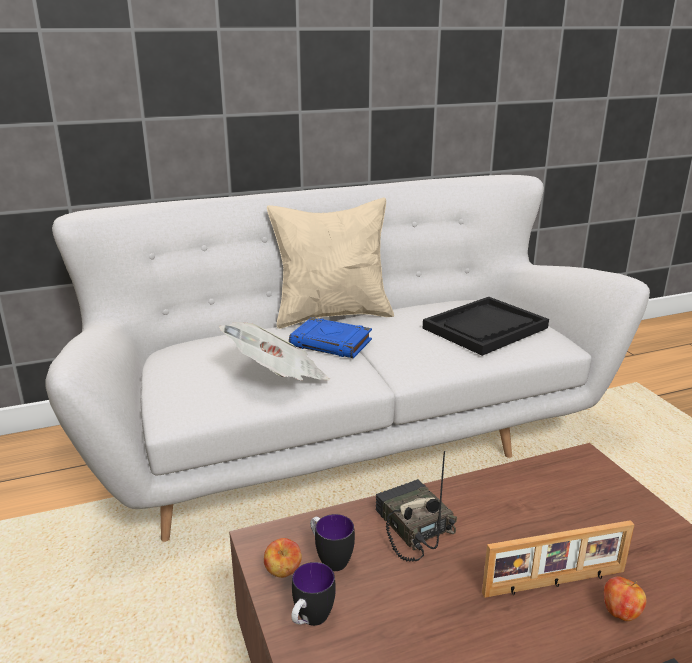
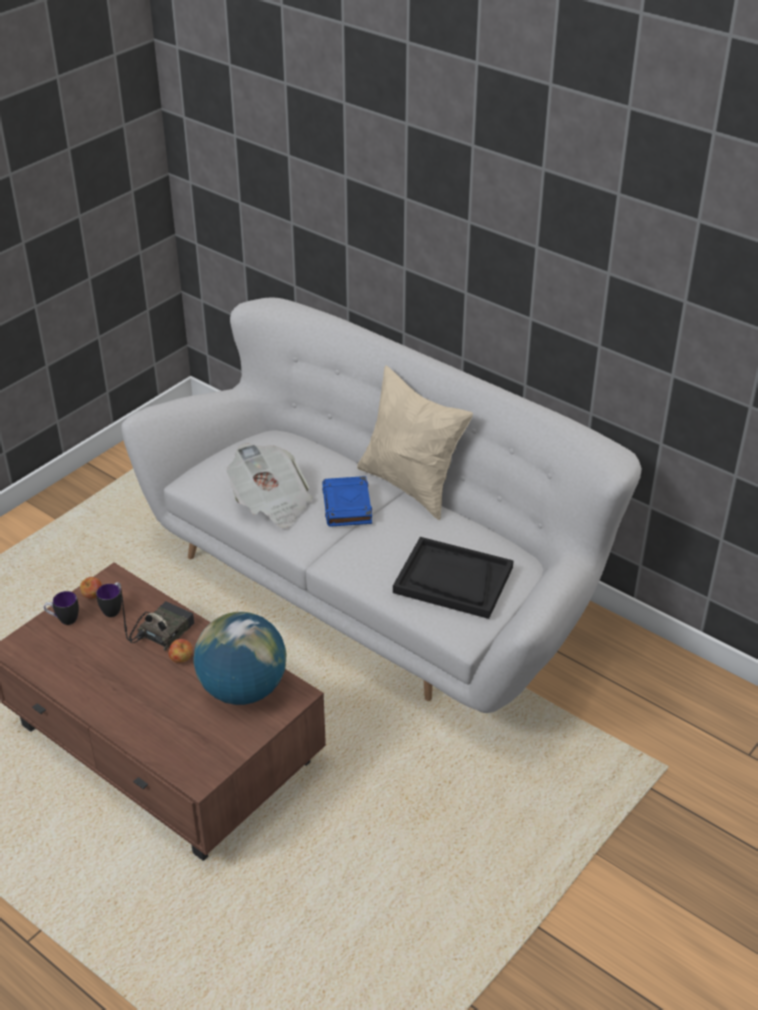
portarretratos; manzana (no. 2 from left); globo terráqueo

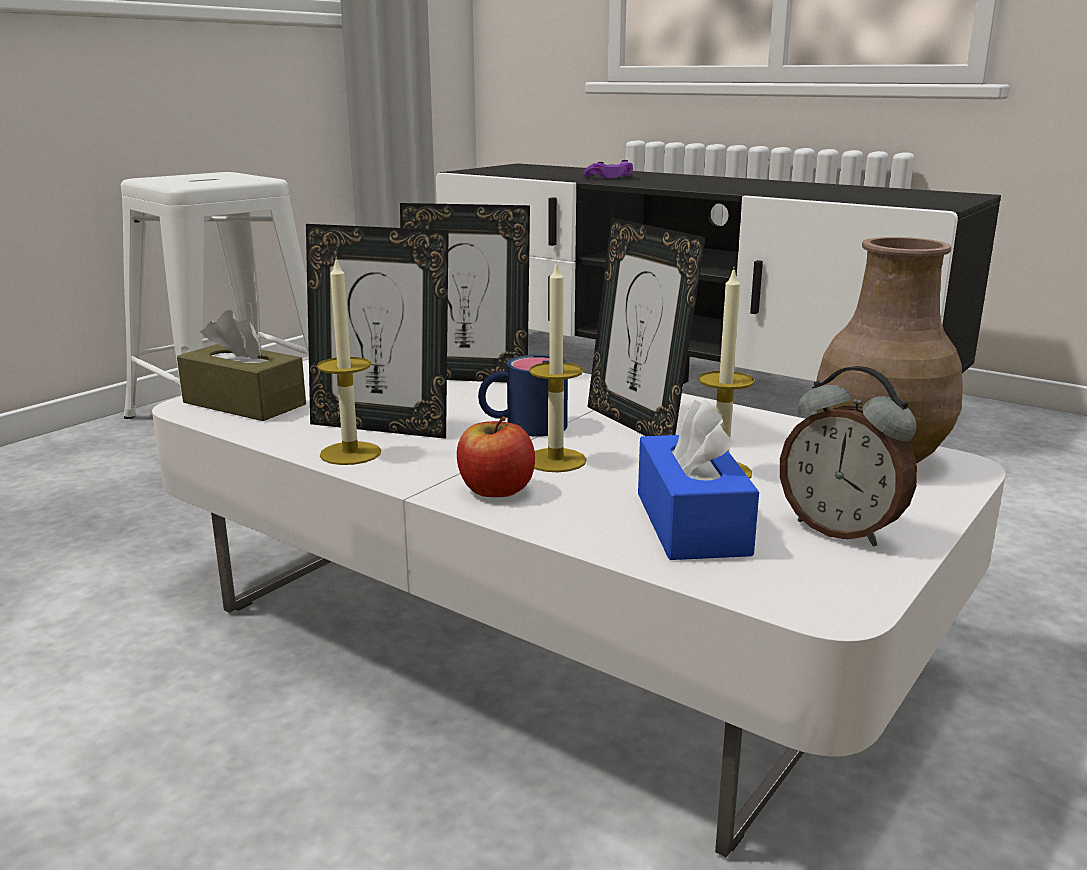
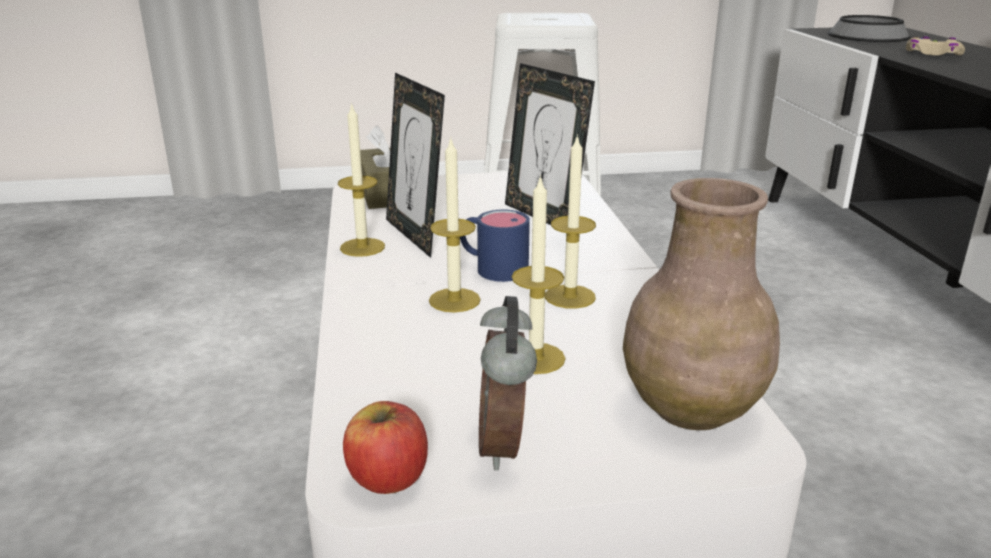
manzana; mando de consola [beis]; vela (no. 4 from left); caja de pañuelos [azul]; cuenco

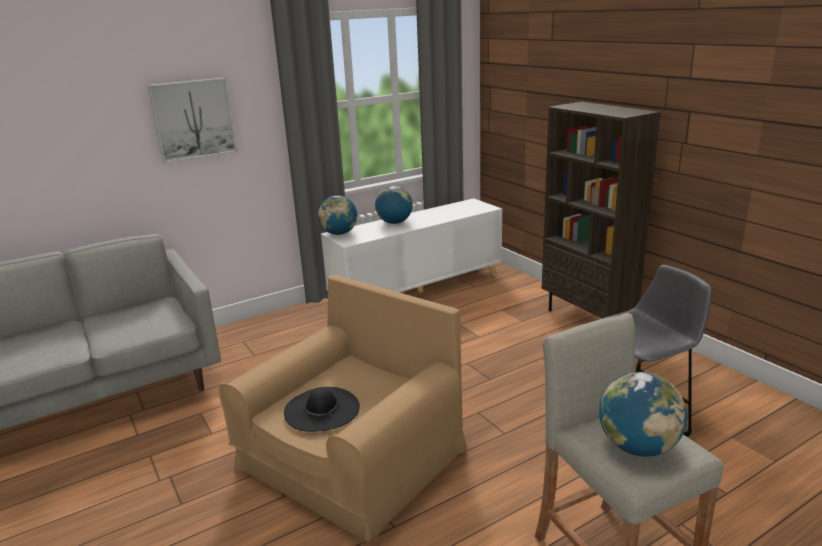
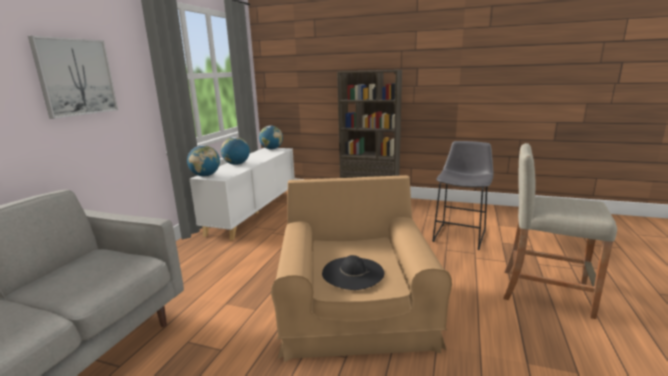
globo terráqueo (no. 3 from left)

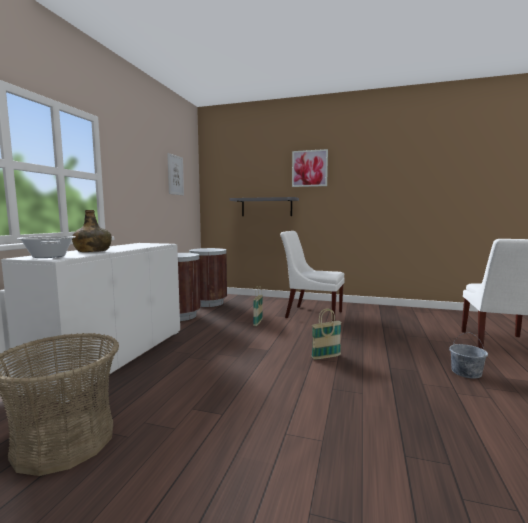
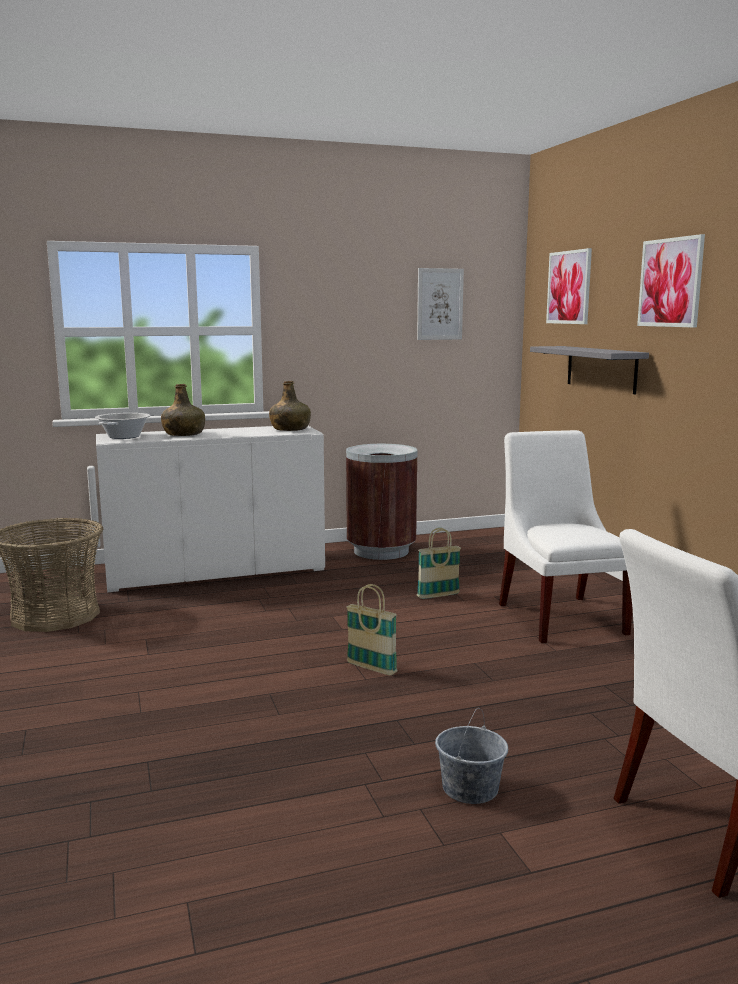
papelera [marrón] (no. 2 from left in the first image); botella [verde] (no. 2 from left); cuadro (no. 2 from left)

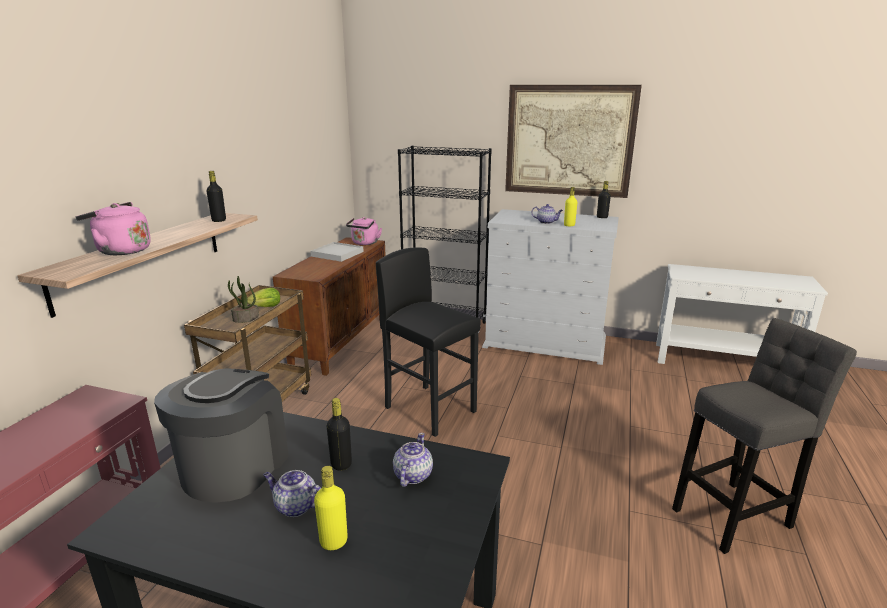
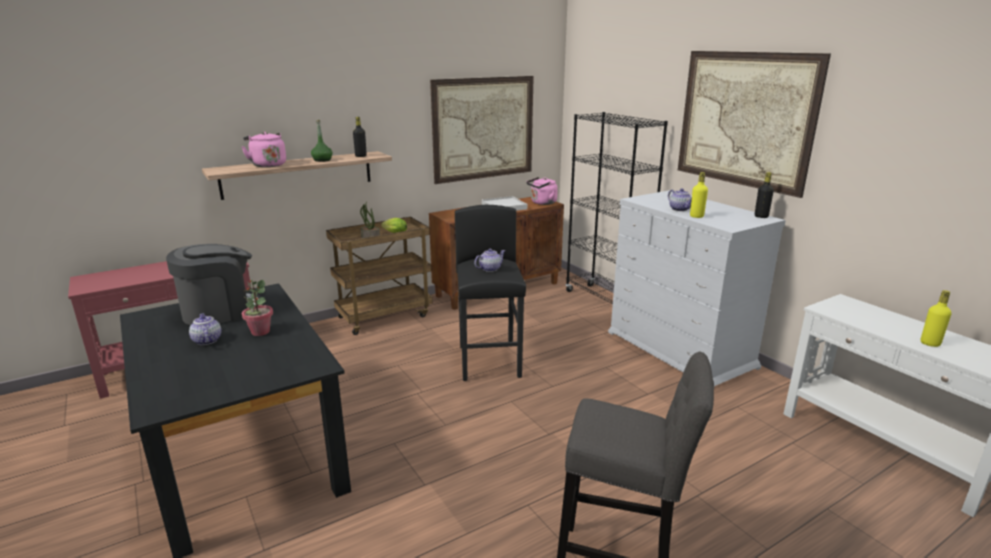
botella [amarillo] (no. 2 from left); planta en maceta (no. 1 from left); tetera (no. 2 from left); botella [verde]; cuadro (no. 1 from left)

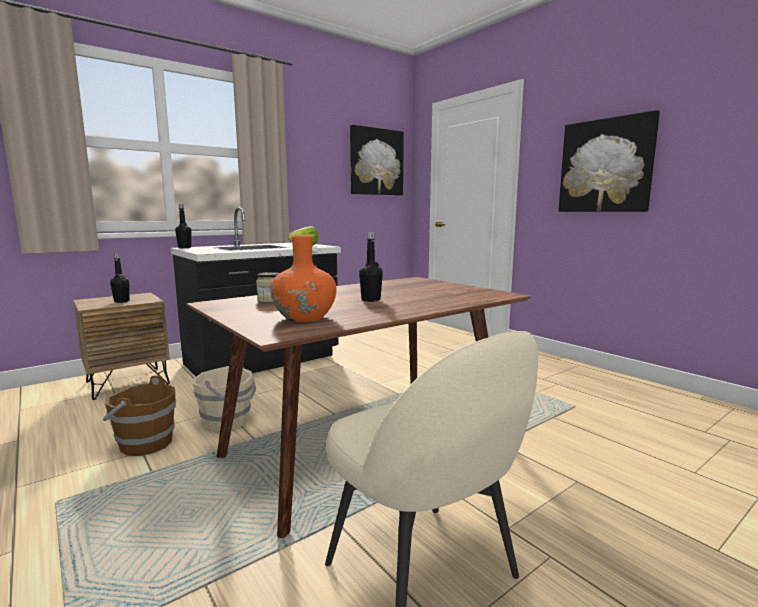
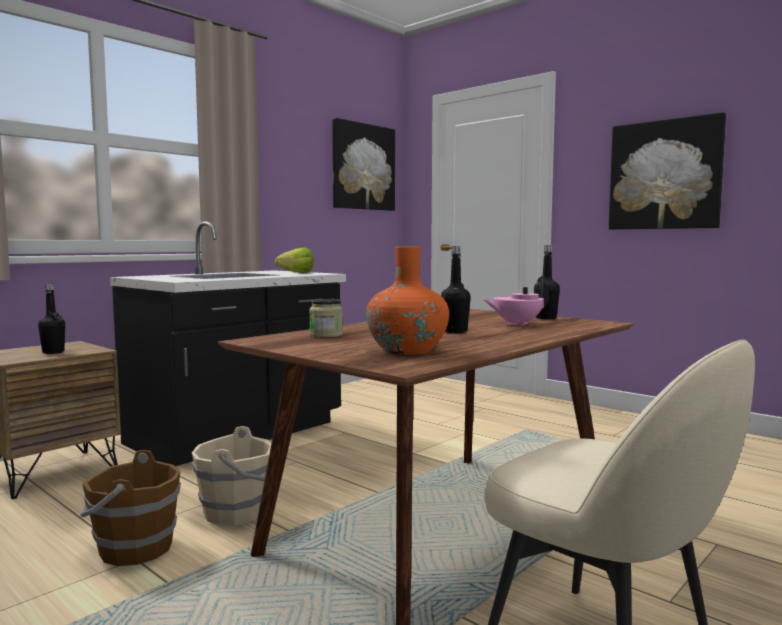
botella [negro] (no. 3 from left); tetera [rosa]

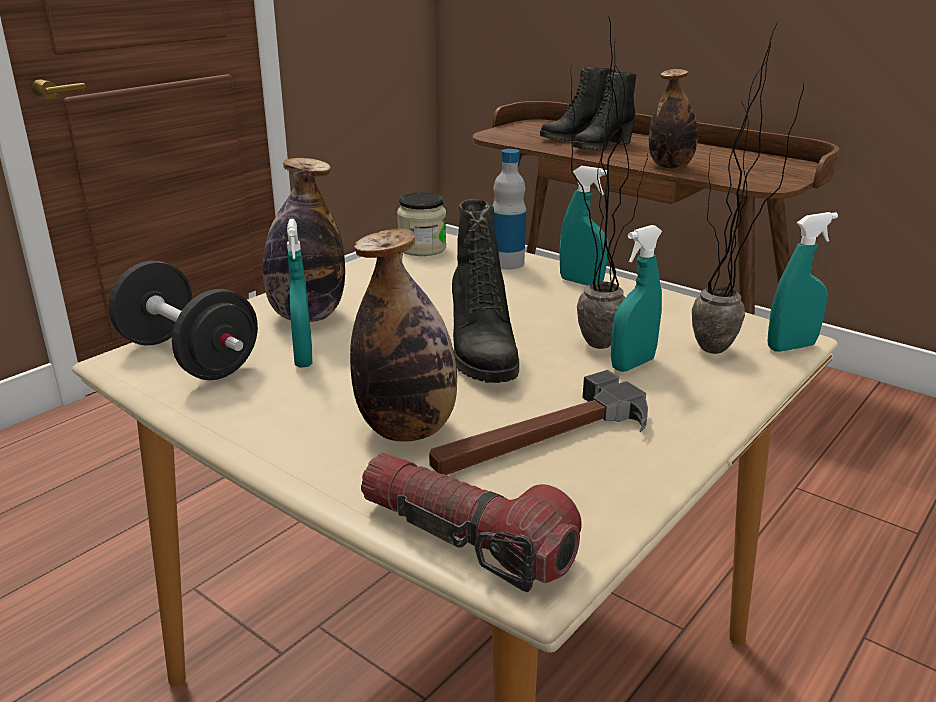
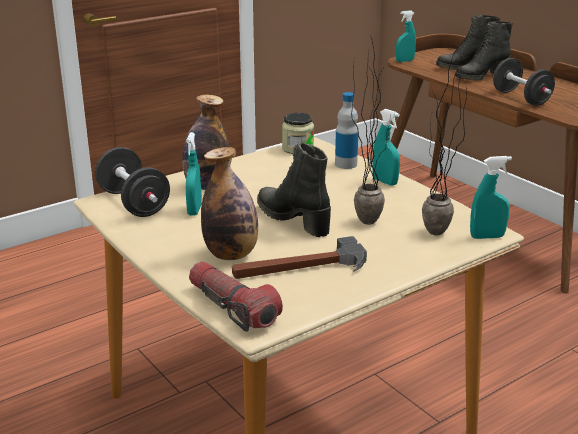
bota [negro] (no. 1 from left); pulverizador [turquesa] (no. 3 from left); mancuerna [negro] (no. 2 from left)

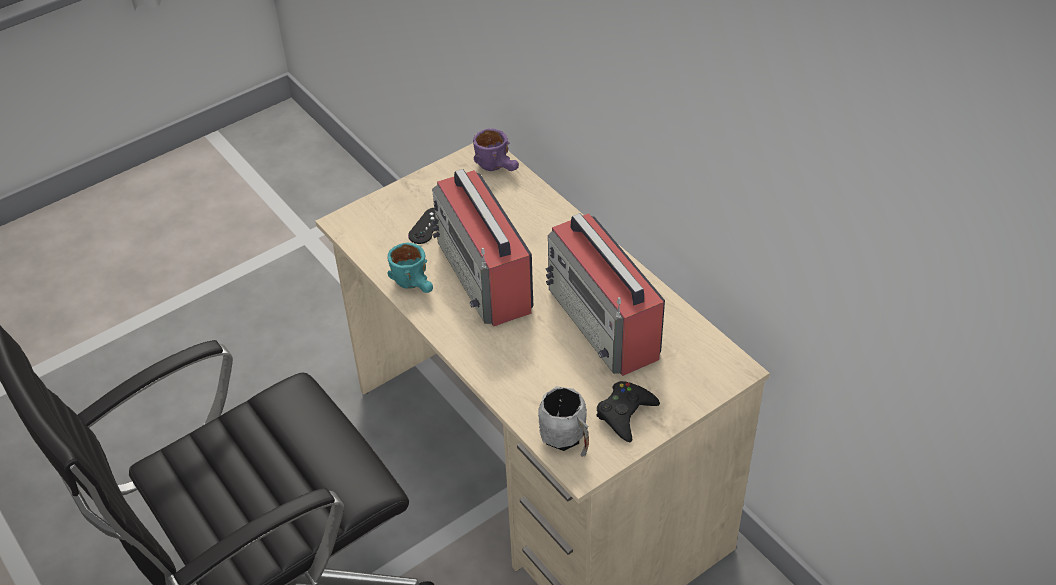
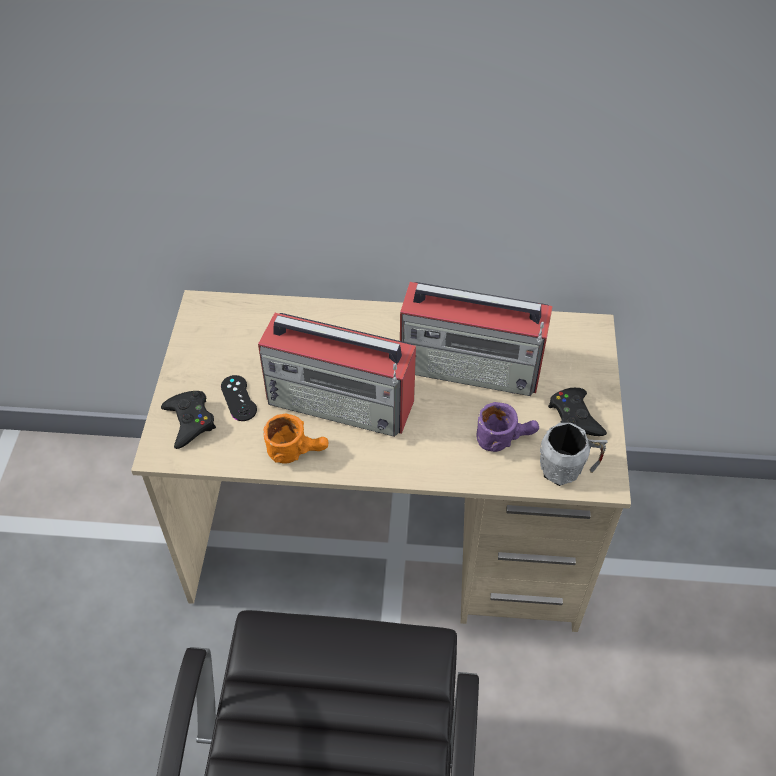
taza grande [naranja]; taza grande [morado]; mando de consola [negro] (no. 1 from left)

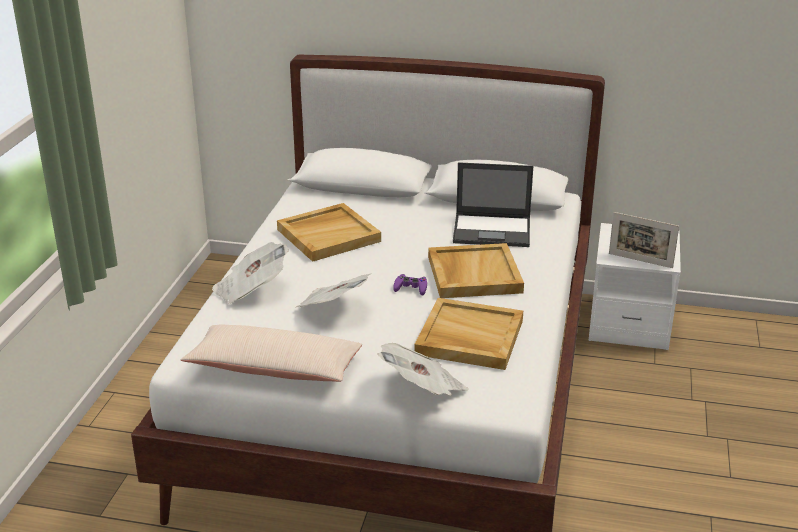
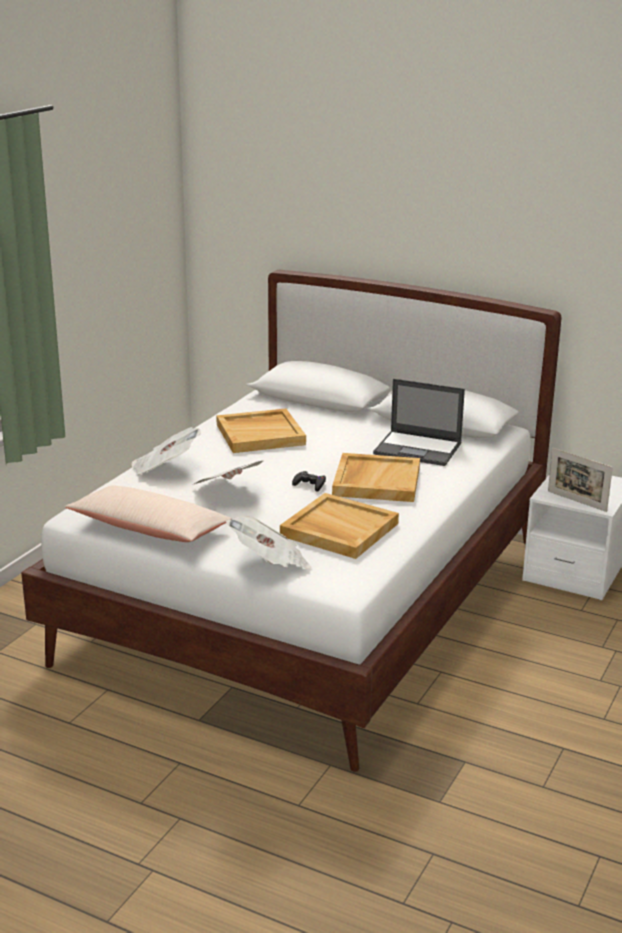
mando de consola [negro]

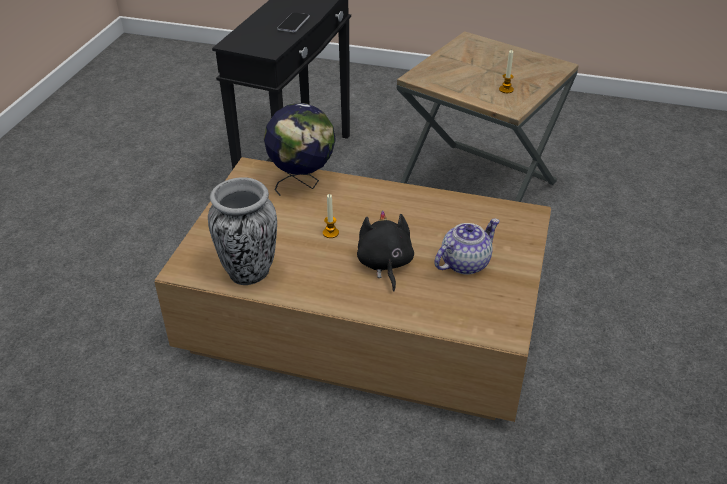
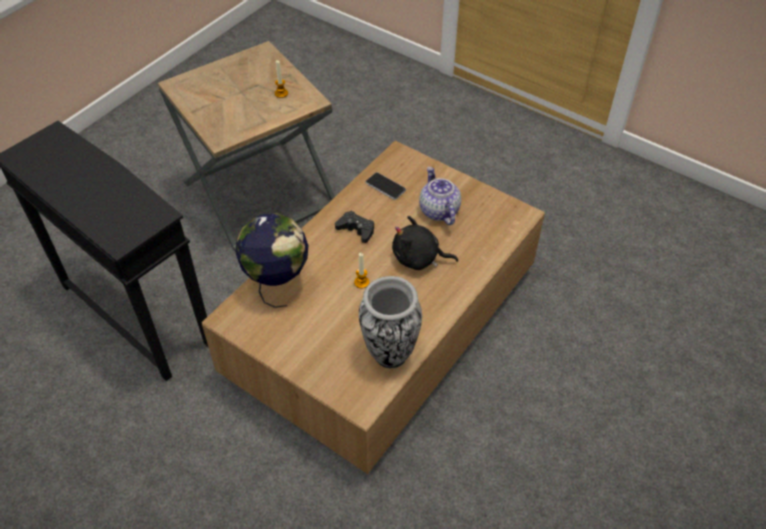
móvil; mando de consola [negro]

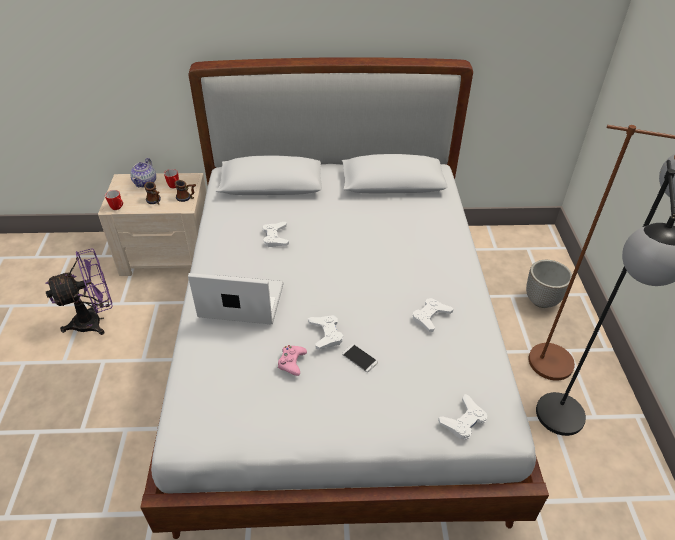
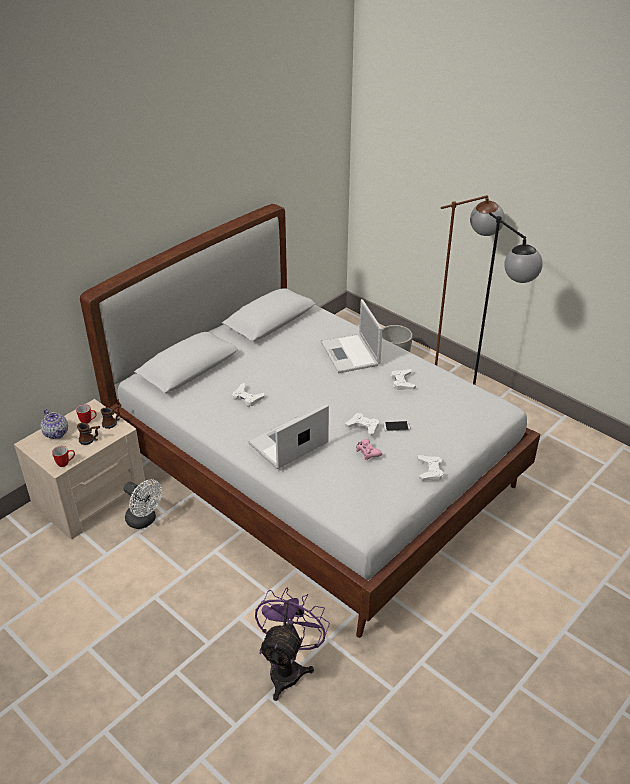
ventilador [morado]; mando de consola [blanco] (no. 4 from left); ventilador [blanco]; portátil (no. 2 from left)

